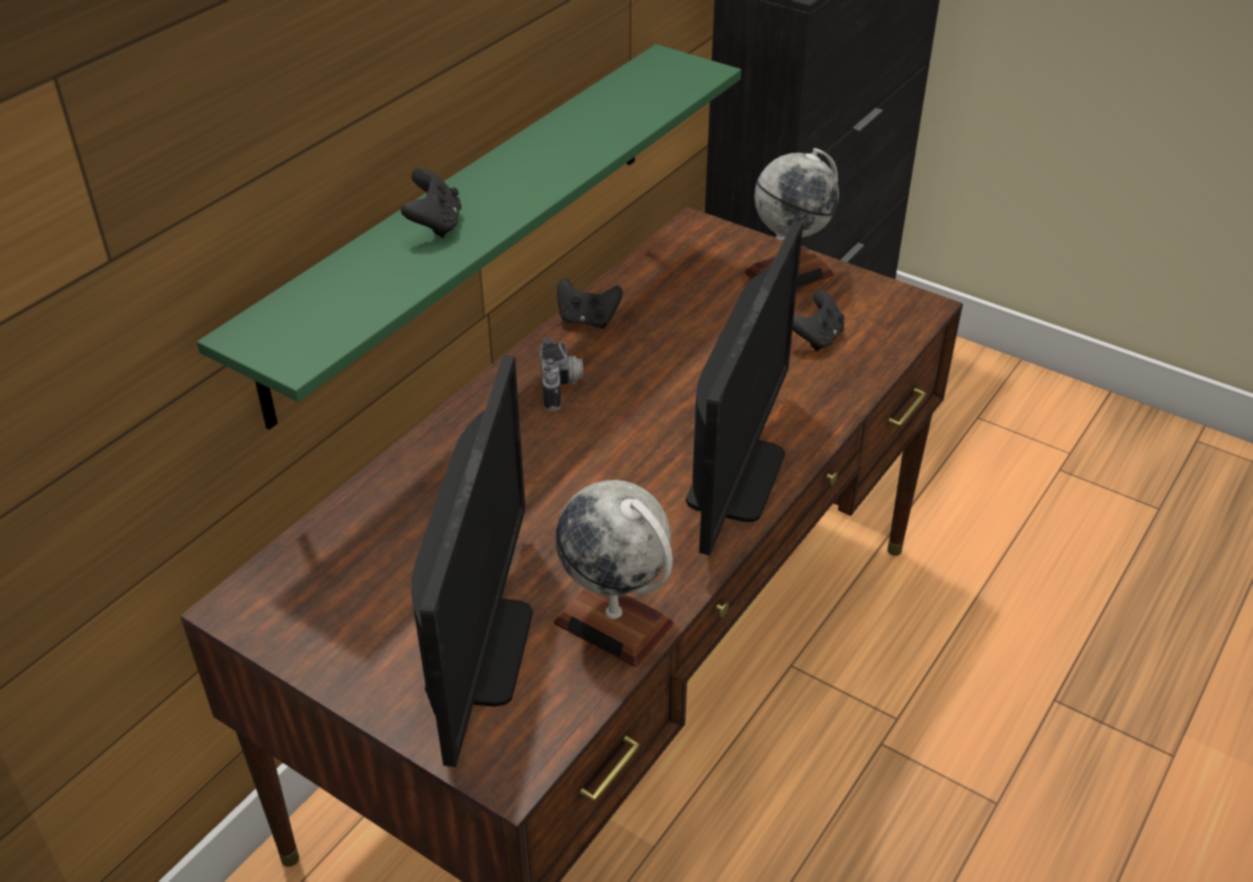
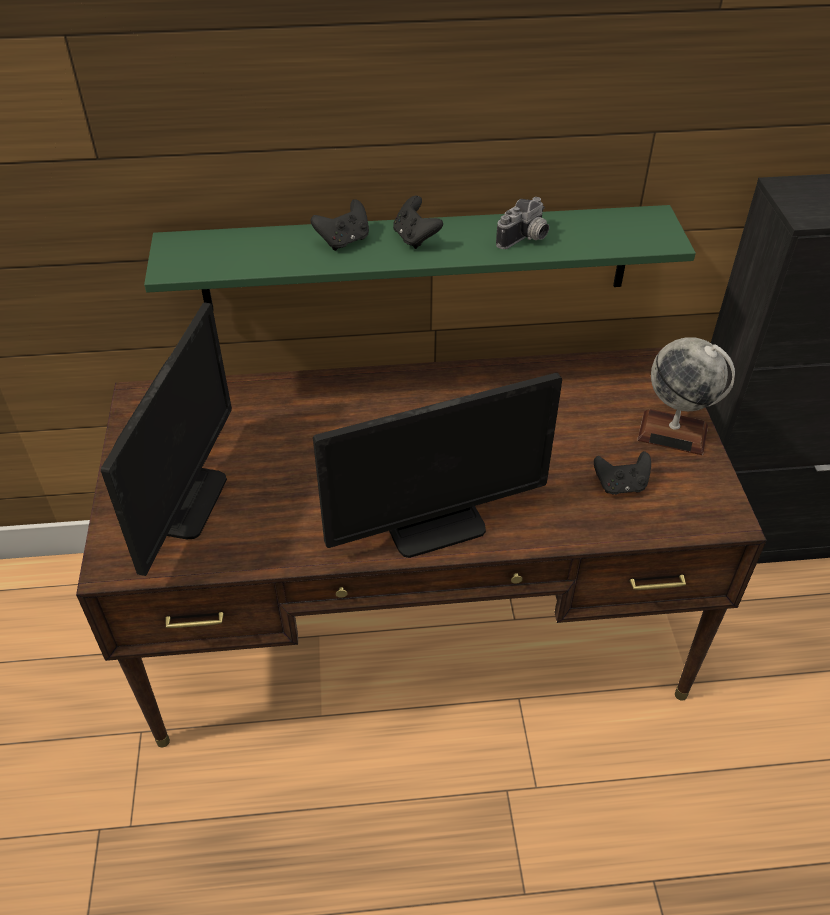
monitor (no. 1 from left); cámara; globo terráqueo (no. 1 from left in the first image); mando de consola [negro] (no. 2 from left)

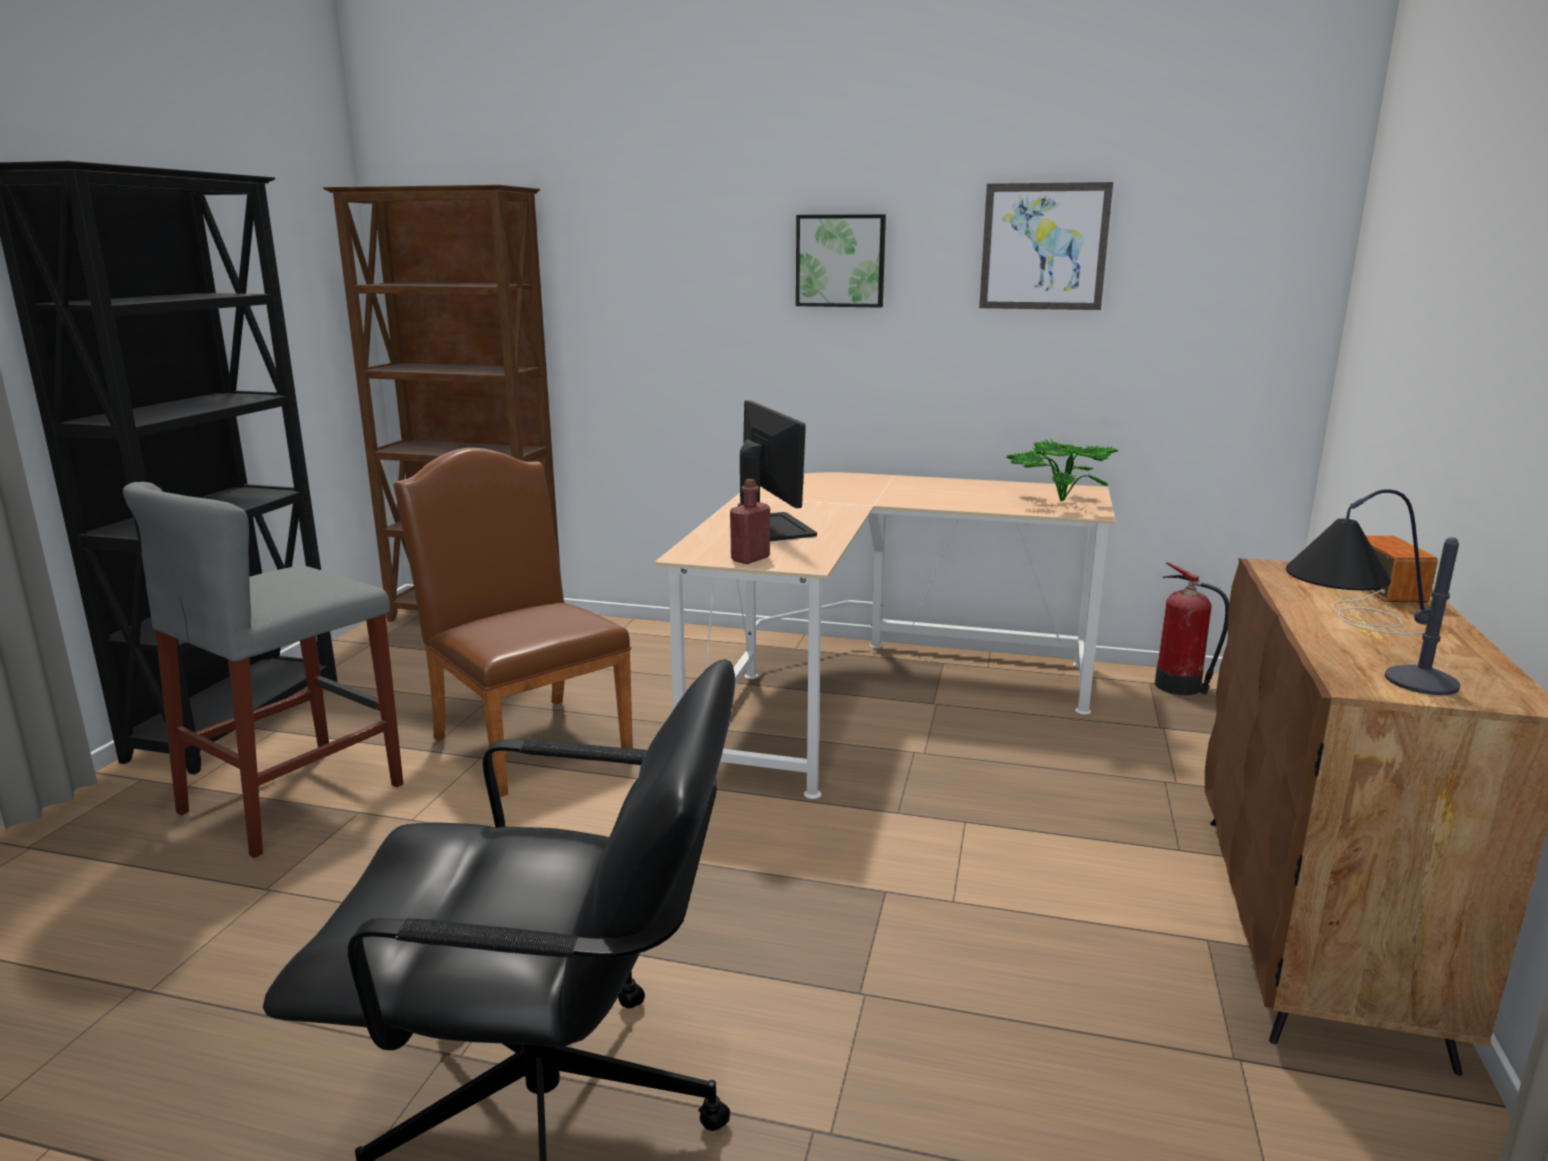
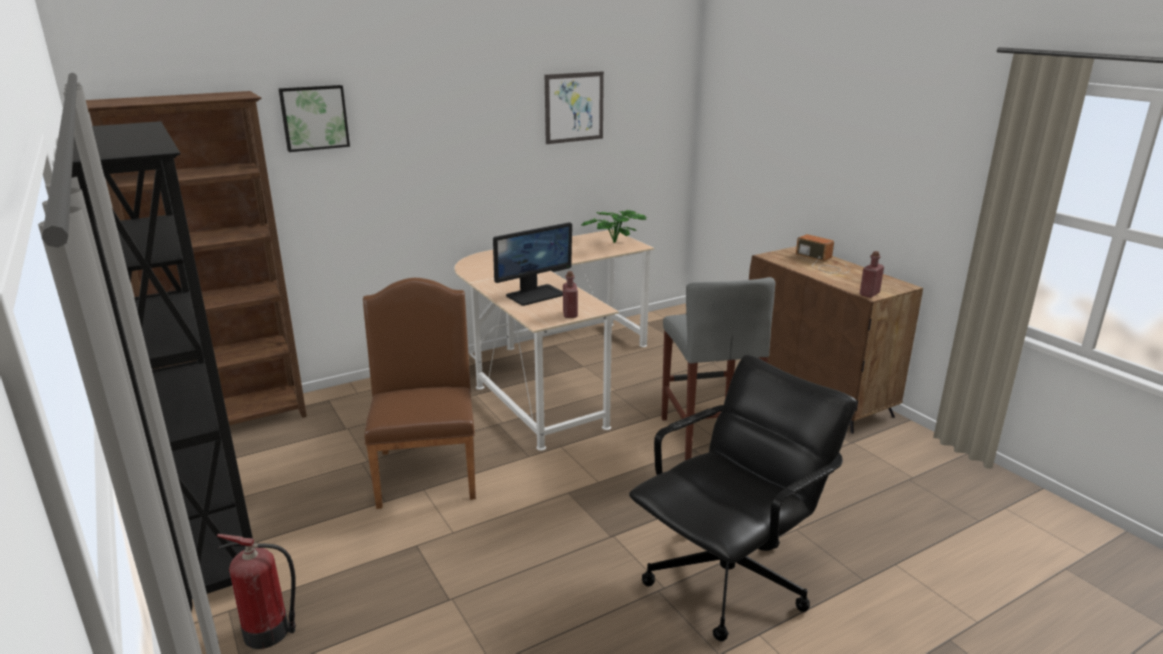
taburete [gris]; silla [marrón]; monitor; cuadro (no. 1 from left); extintor; botella [rojo] (no. 2 from left)

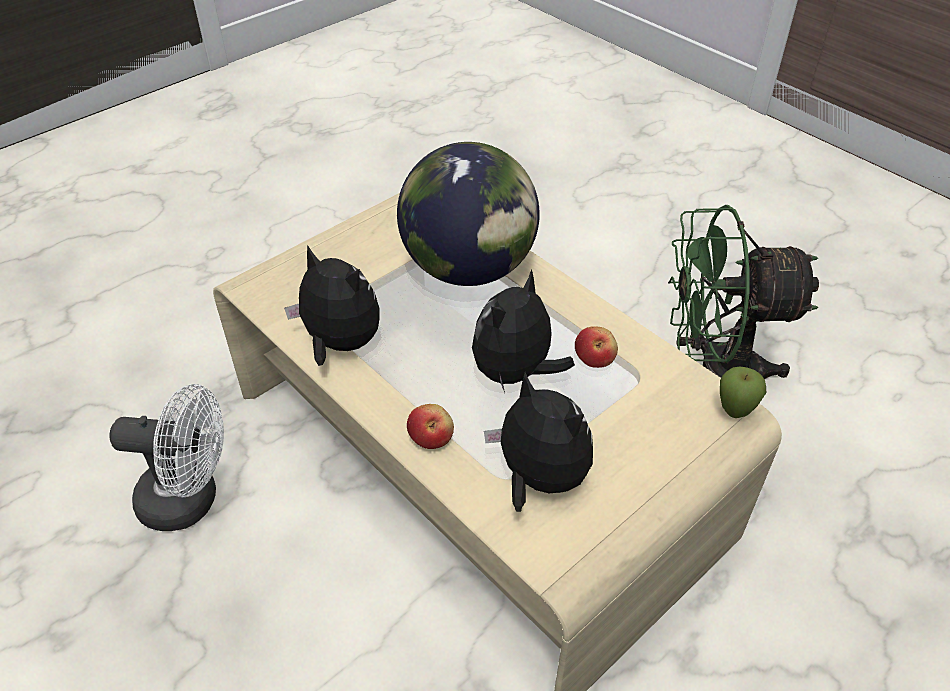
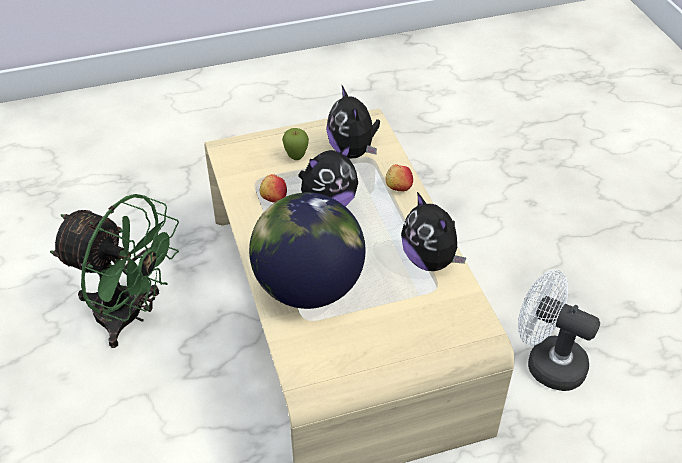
manzana (no. 2 from left)

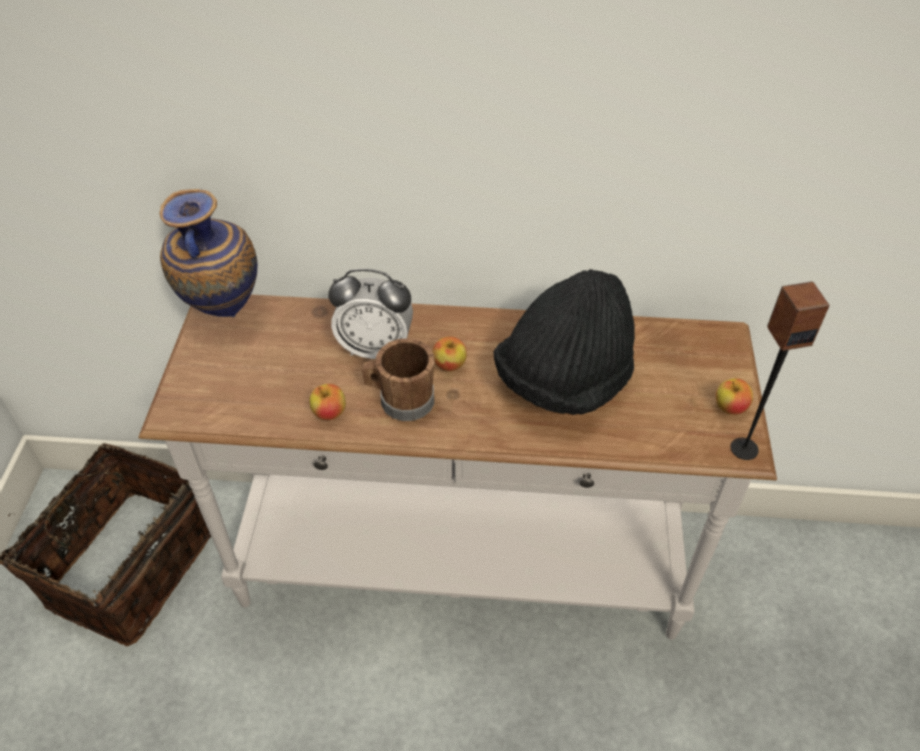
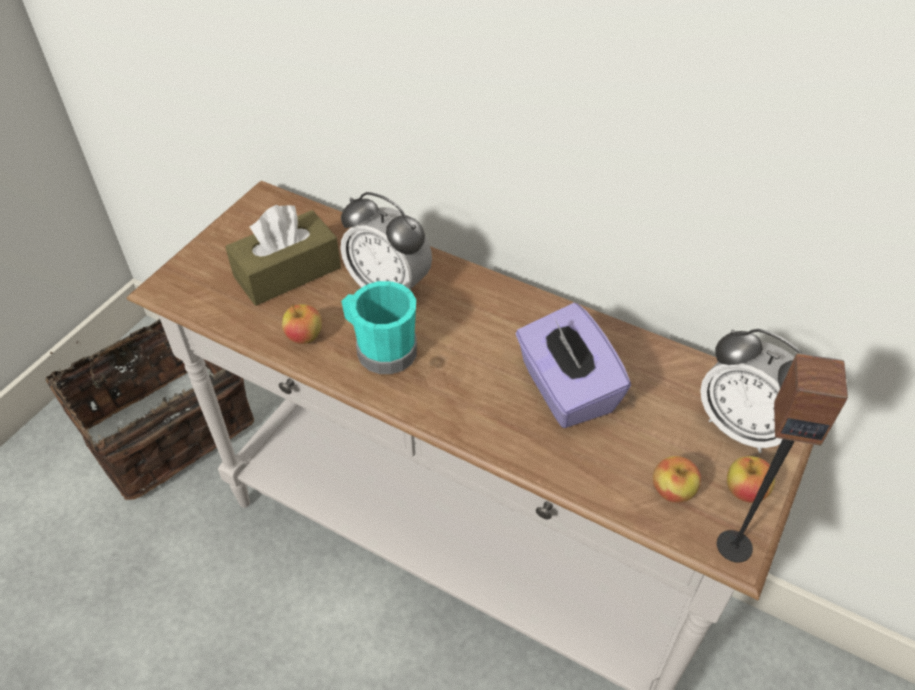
florero; taza grande [turquesa]; manzana (no. 2 from left); caja de pañuelos [morado]; caja de pañuelos [marrón]; despertador (no. 2 from left)

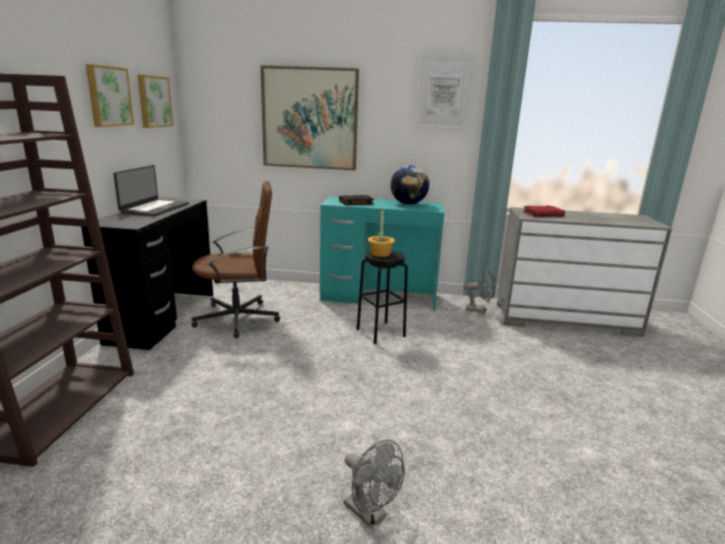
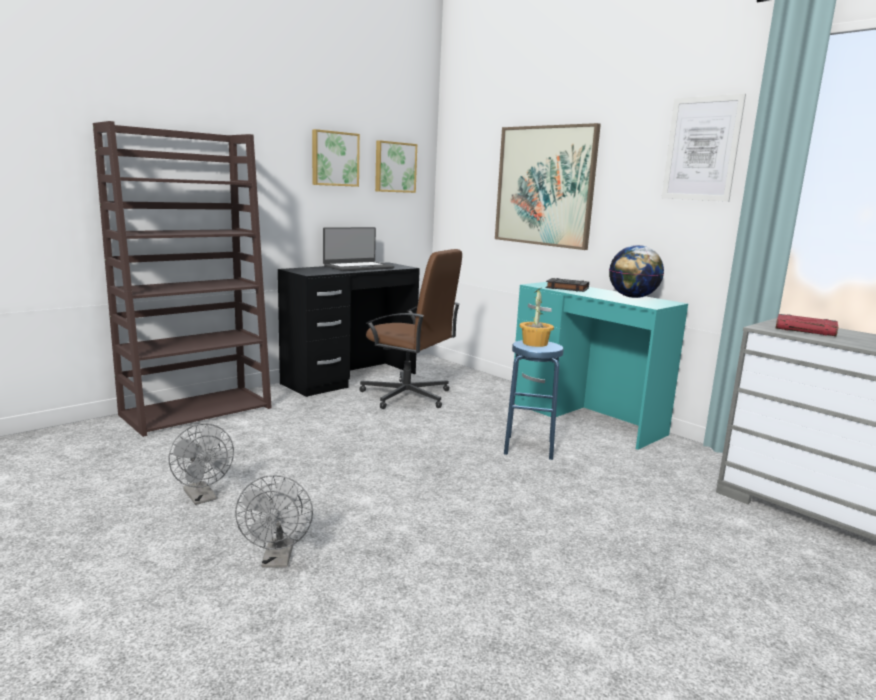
taburete [azul]; ventilador [gris] (no. 1 from left)

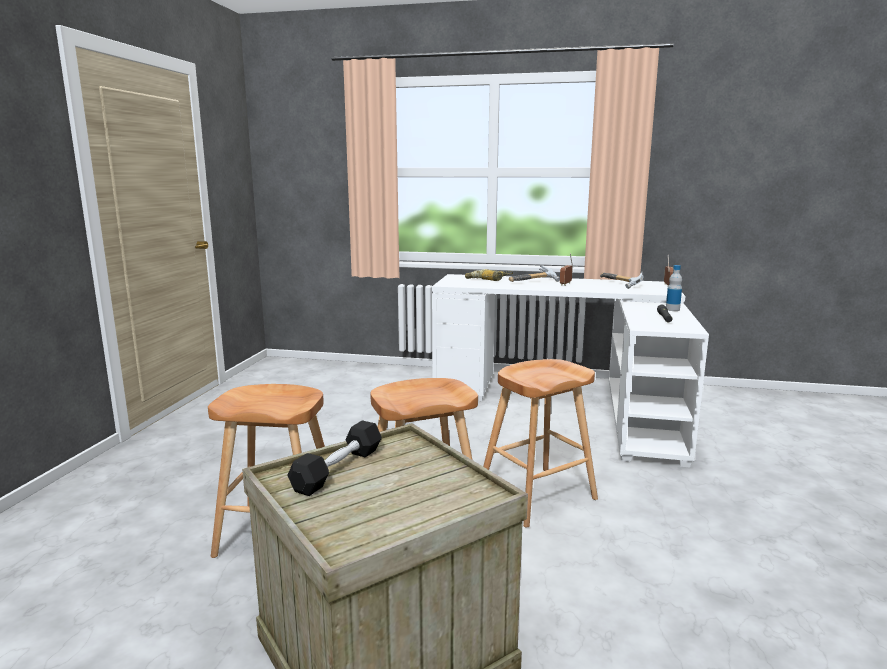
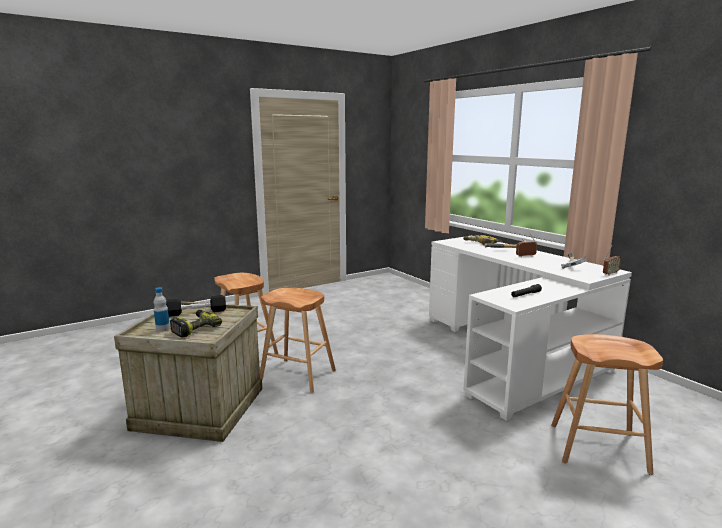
taburete [marrón] (no. 3 from left); botella; taladro (no. 1 from left)

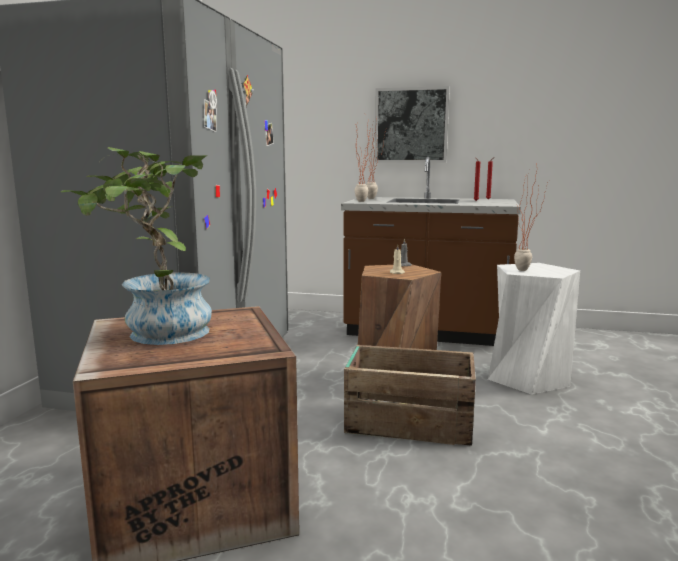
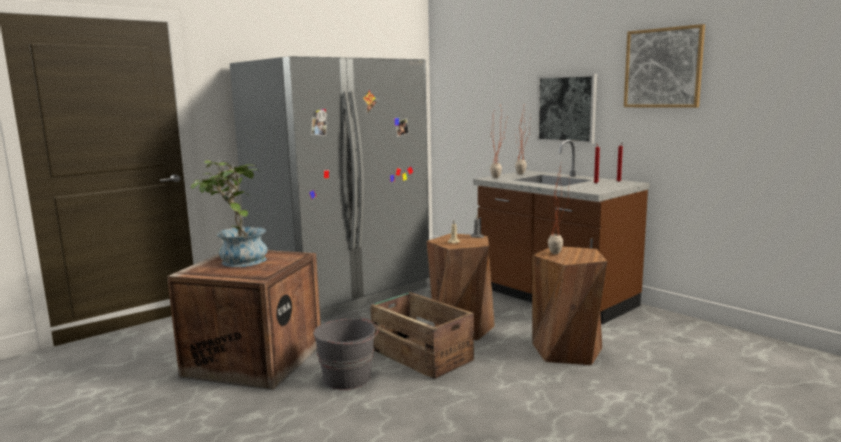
taburete [marrón] (no. 2 from left); cubo [gris]; cuadro (no. 2 from left)

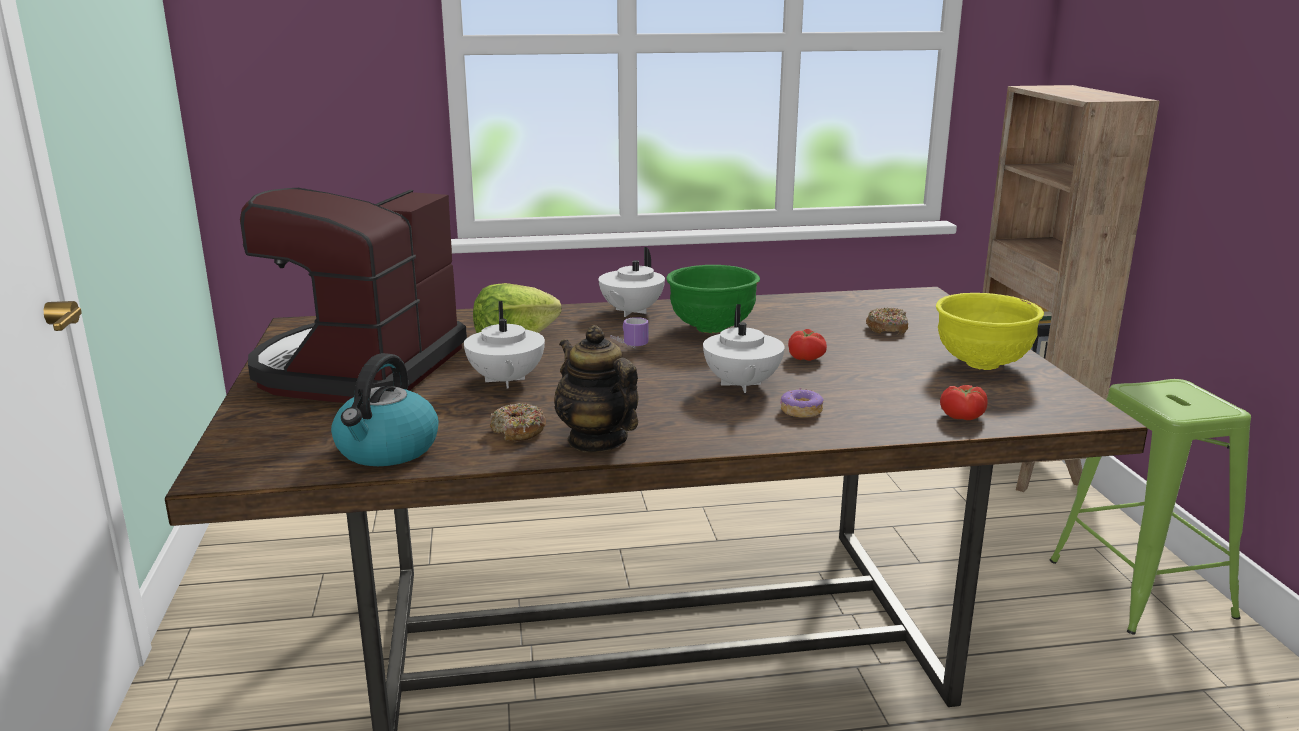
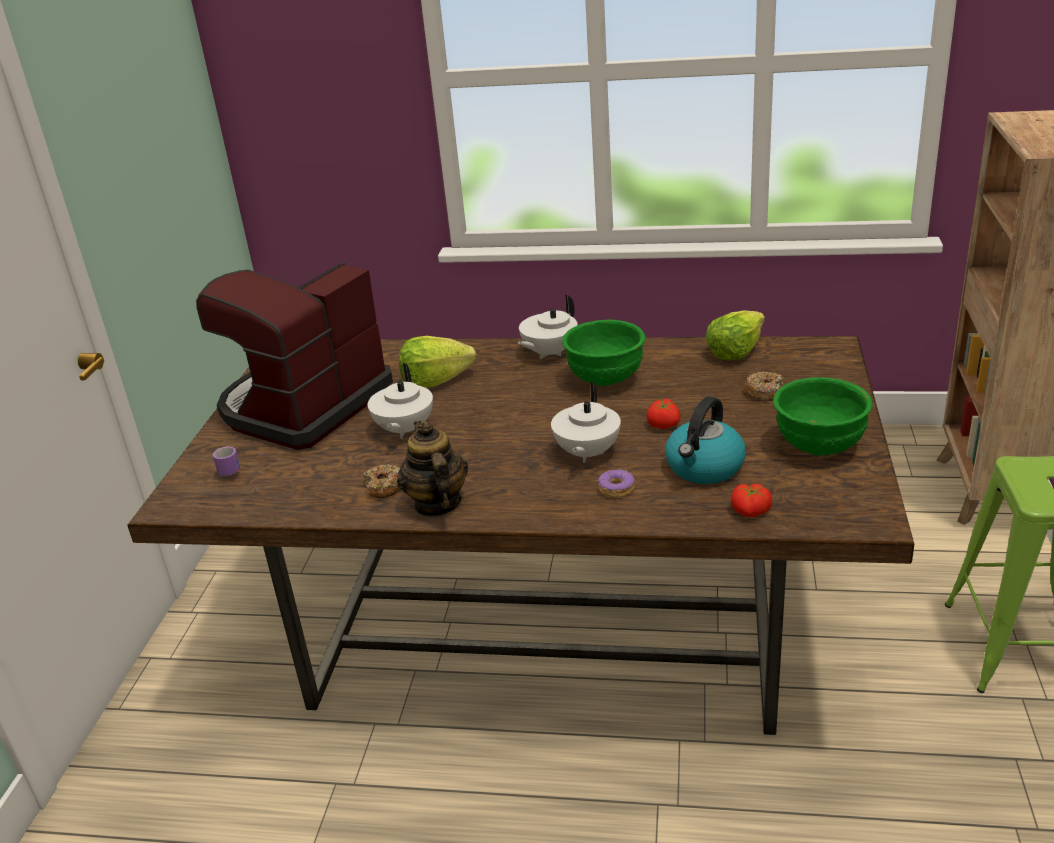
hervidor; taza grande; cuenco [verde] (no. 2 from left); lechuga (no. 2 from left)

